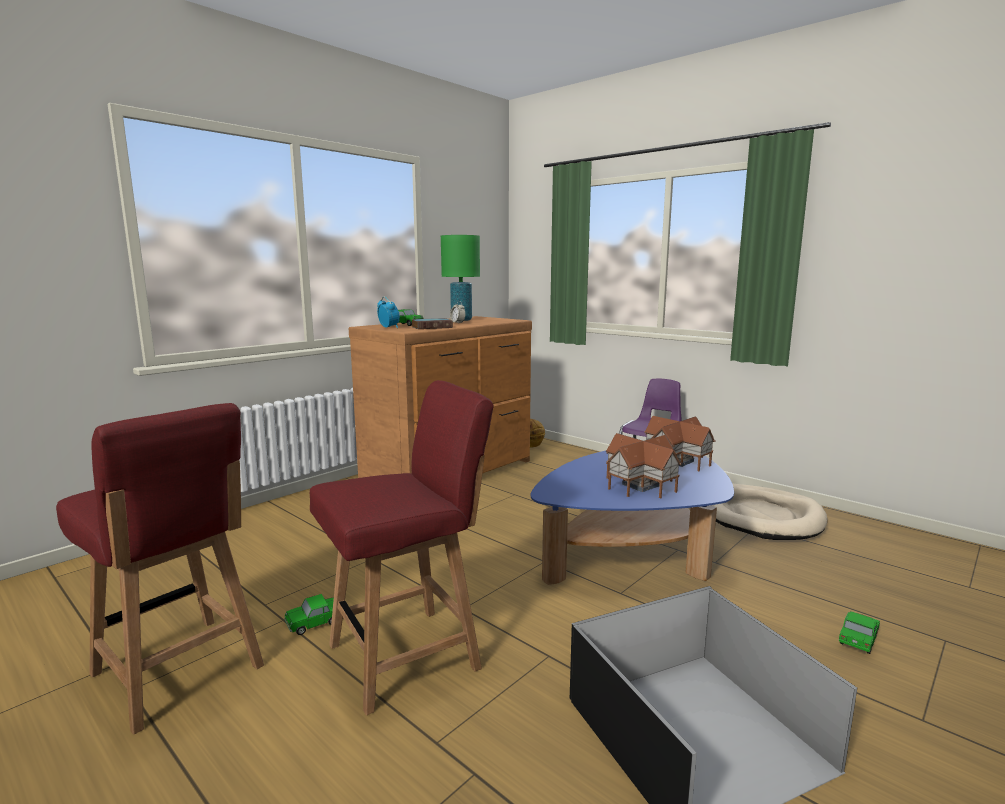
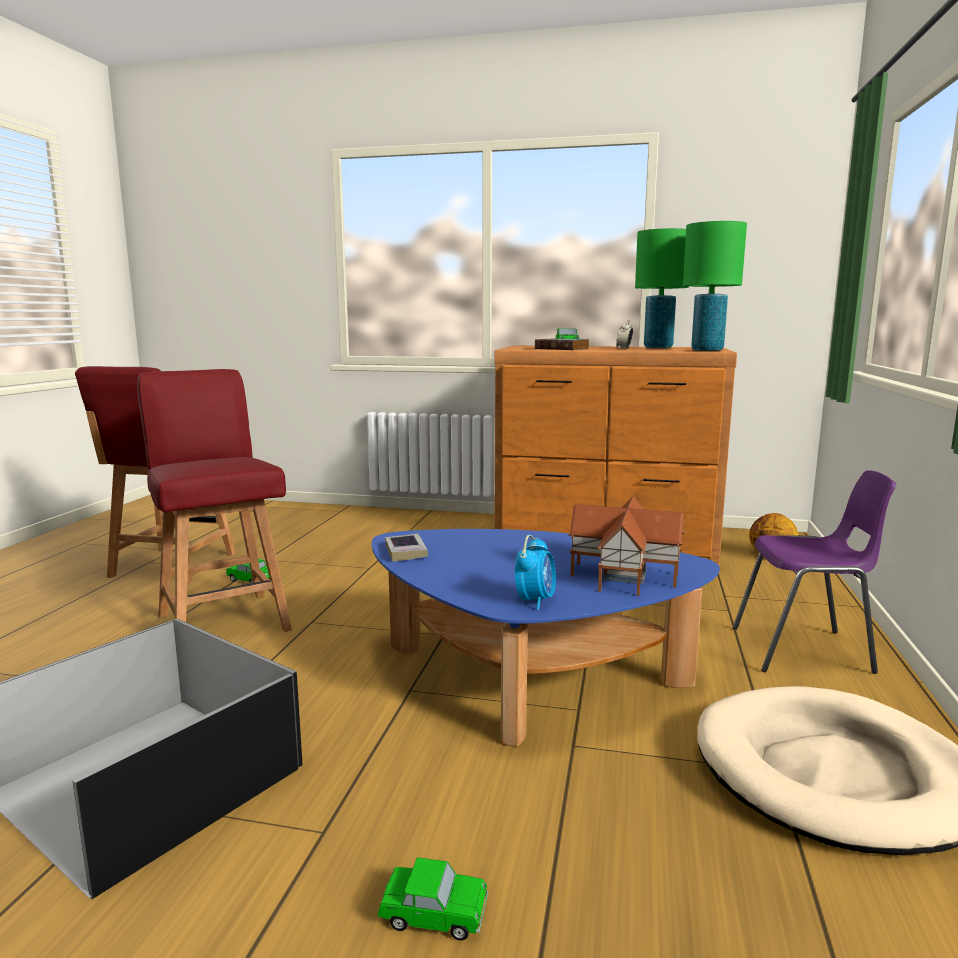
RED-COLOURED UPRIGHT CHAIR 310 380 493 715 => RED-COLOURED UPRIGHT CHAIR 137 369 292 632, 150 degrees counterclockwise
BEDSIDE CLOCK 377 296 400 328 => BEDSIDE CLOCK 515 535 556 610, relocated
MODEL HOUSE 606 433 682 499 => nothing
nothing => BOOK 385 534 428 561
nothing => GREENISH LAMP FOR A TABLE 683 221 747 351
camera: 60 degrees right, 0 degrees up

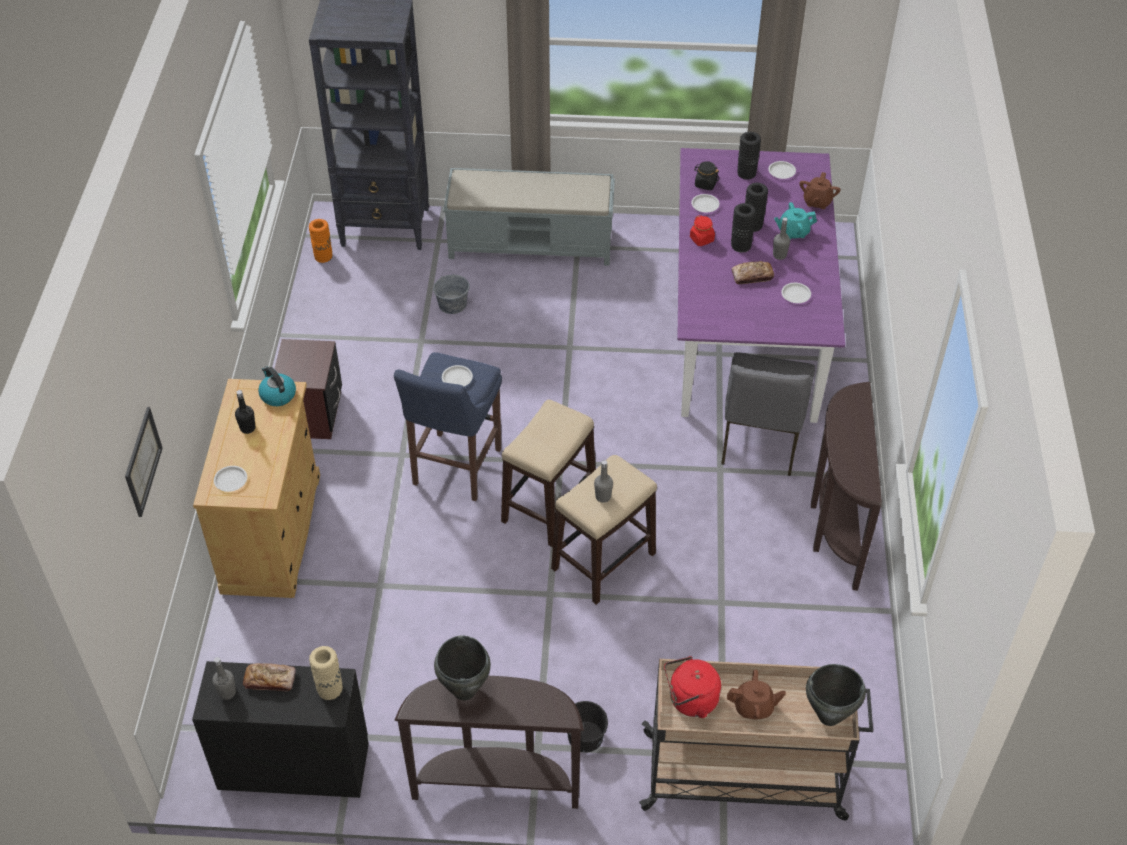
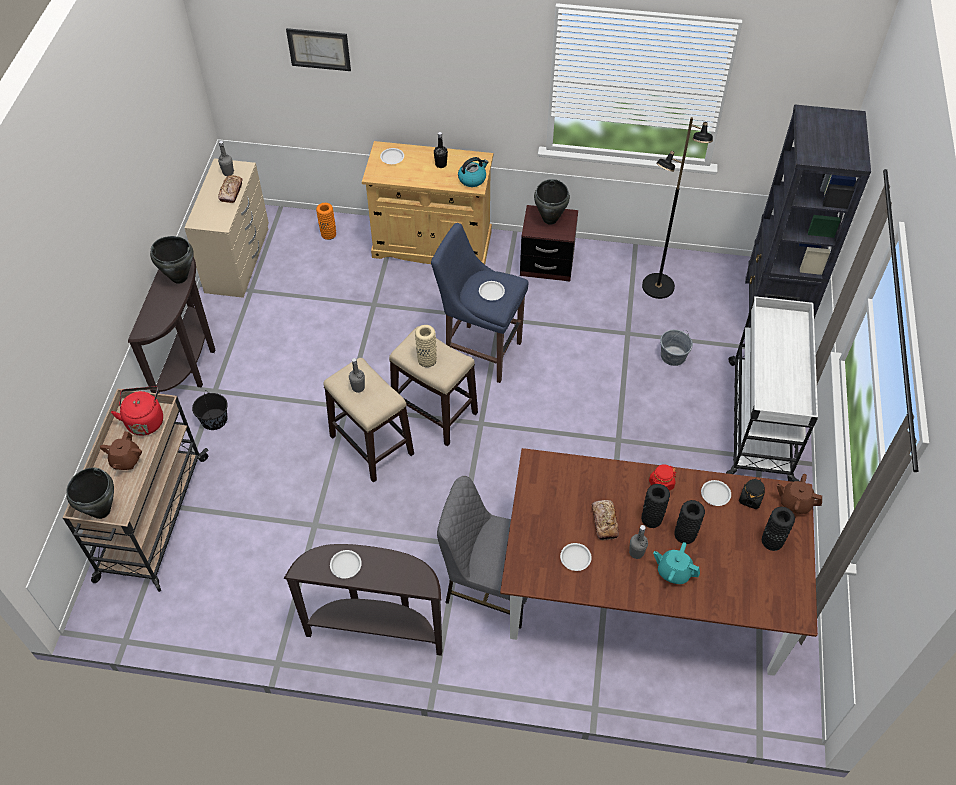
BLACKISH DRAWER CHEST 192 661 369 798 => SAND-COLOURED DRAWER CHEST 184 158 269 298
ORANGEY VASE 309 219 333 263 => ORANGEY VASE 316 203 336 240, relocated
SAND-COLOURED VASE 309 646 343 700 => SAND-COLOURED VASE 415 325 437 367, relocated
GREYISH BENCH 443 168 615 266 => WHITE TROLLEY 726 293 818 482
PURPLE DINNER TABLE 677 148 845 423 => BROWNISH DINNER TABLE 500 448 818 676
WHITE PLATE 768 161 796 179 => WHITE PLATE 330 550 362 578, relocated
TURQUOISE TEAPOT 774 202 817 239 => TURQUOISE TEAPOT 653 542 700 584, 60 degrees counterclockwise
BROWNISH TEAPOT 800 172 841 209 => BROWNISH TEAPOT 777 474 822 514, relocated
nothing => BLACKISH STOCKPOT 534 179 570 225
nothing => BLACKISH FLOOR LAMP 642 117 713 299
camera: 95 degrees right, 5 degrees up

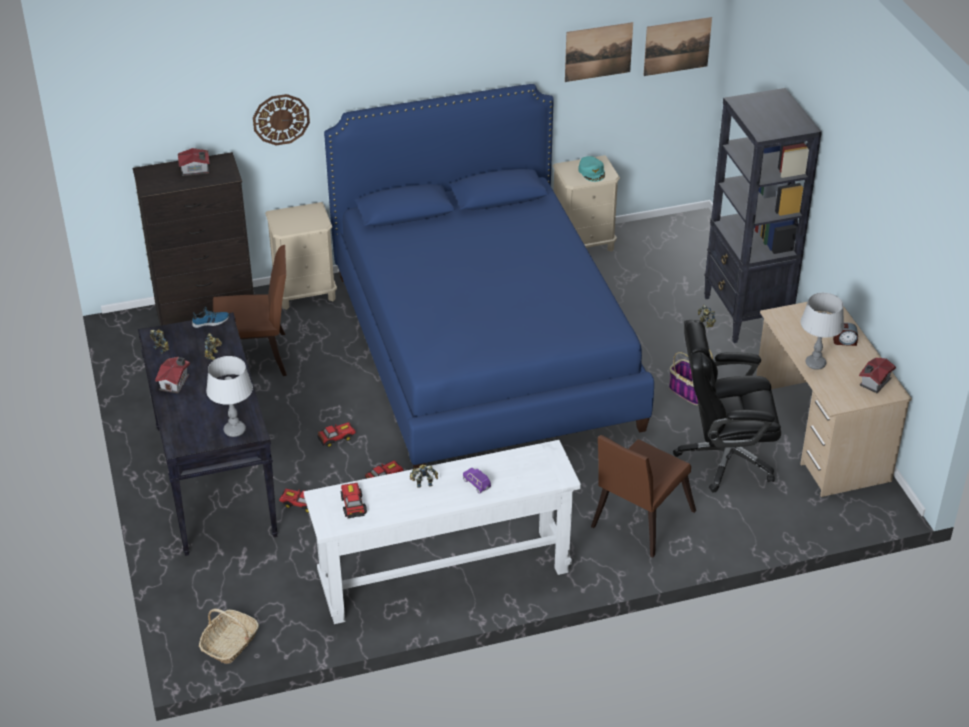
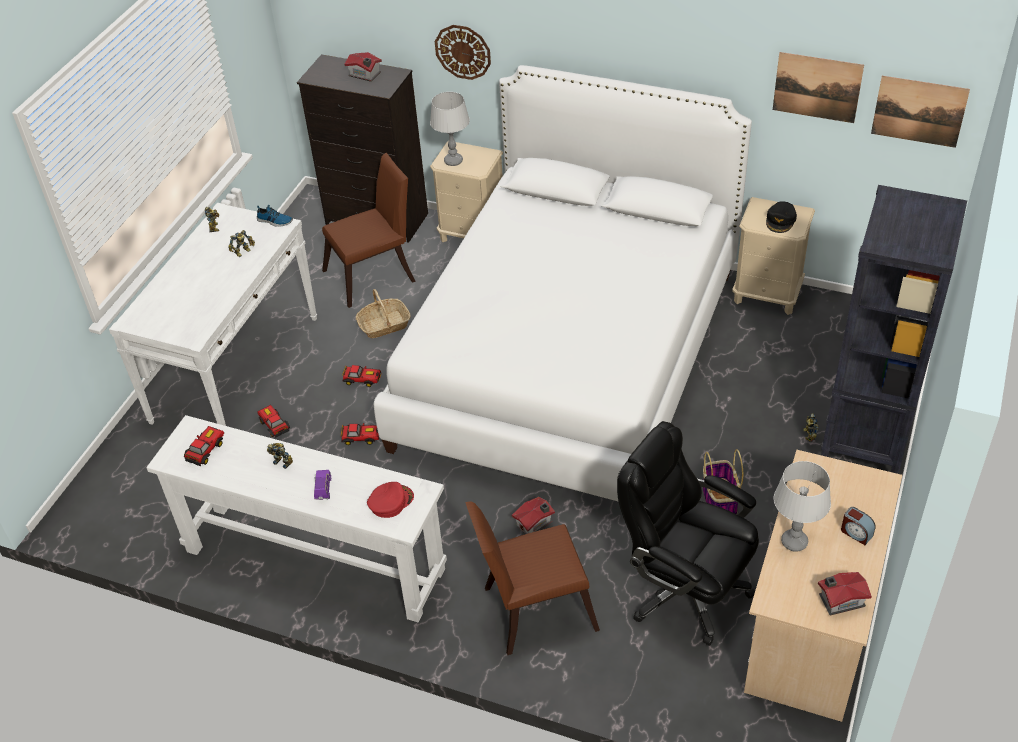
BLACKISH CONSOLE TABLE 138 312 278 556 => WHITE CONSOLE TABLE 109 203 317 426
MODEL HOUSE 155 357 190 394 => MODEL HOUSE 512 497 555 534, relocated
STORAGE BASKET 199 609 259 664 => STORAGE BASKET 356 289 411 338, relocated
GREYISH LAMP FOR A TABLE 206 356 253 437 => GREYISH LAMP FOR A TABLE 430 92 470 166, relocated
BROWNISH UPRIGHT CHAIR 213 245 287 376 => BROWNISH UPRIGHT CHAIR 322 153 416 308, 60 degrees counterclockwise
BLUE BEDROOM BED 324 84 654 469 => WHITE BEDROOM BED 374 65 752 502
TURQUOISE CAP 578 156 605 182 => BLACKISH CAP 766 201 797 233
nothing => RED-COLOURED CAP 367 482 414 518
camera: 40 degrees right, 5 degrees up

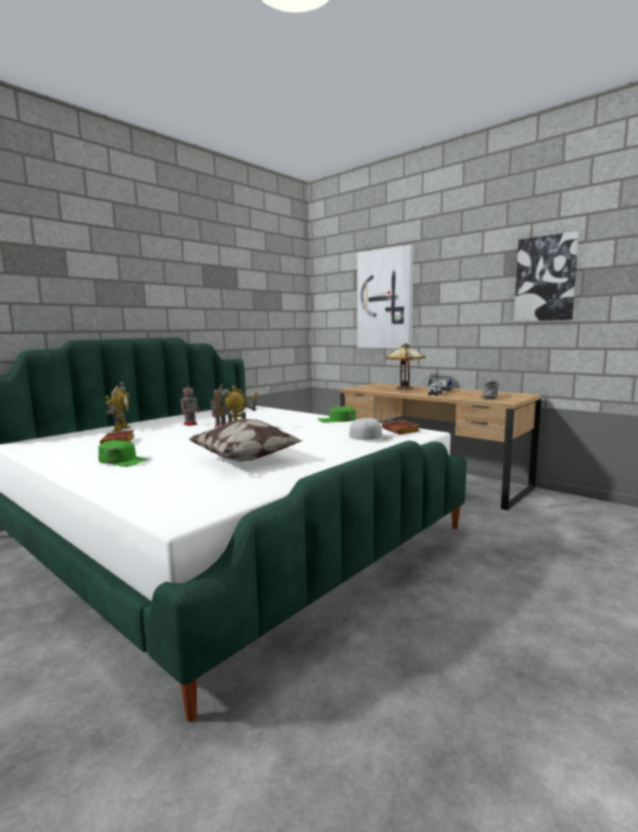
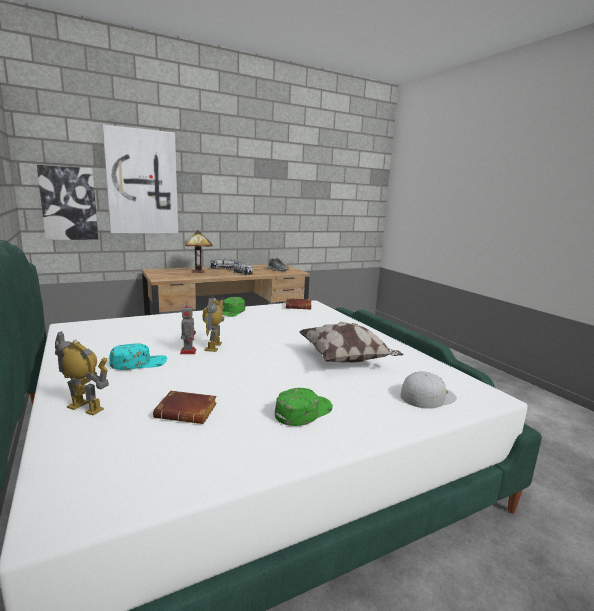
TOY ROBOT 181 386 200 426 => TURQUOISE CAP 109 343 167 370
WHITE CAP 349 418 393 442 => WHITE CAP 400 371 457 409, relocated
WALL ART 514 231 579 321 => WALL ART 37 165 98 240, relocated
camera: 70 degrees left, 5 degrees up

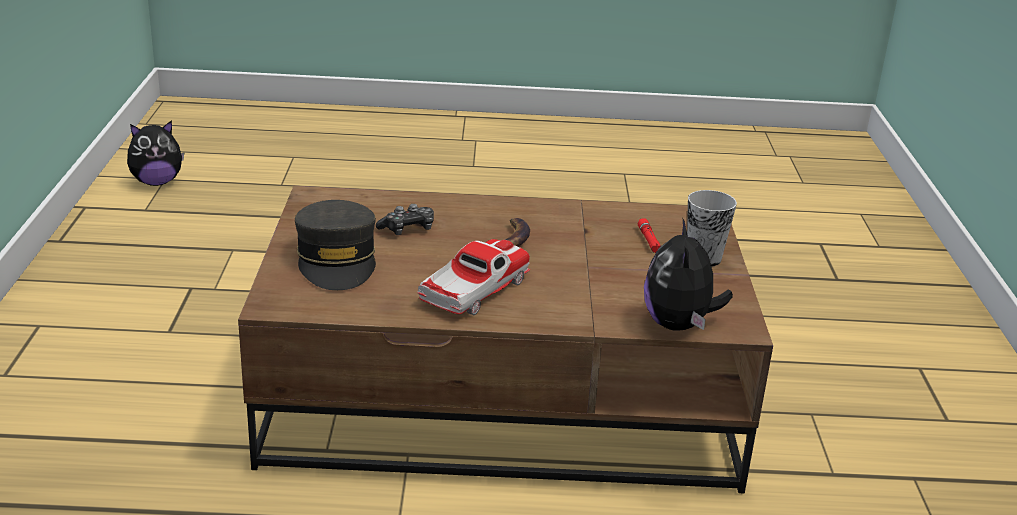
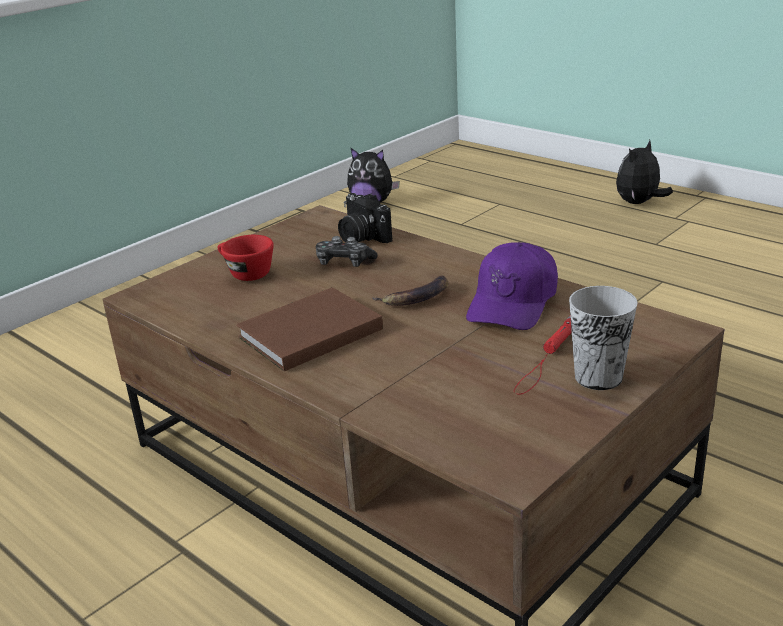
GREYISH CAP 295 200 376 290 => RED-COLOURED DRINKING CUP 218 235 274 281
MODEL CAR 417 239 530 315 => BROWNISH BOOK 236 287 383 371
SOFT TOY 644 219 733 331 => SOFT TOY 616 140 673 204, relocated
nothing => PHOTO CAMERA 338 193 392 243
nothing => PURPLE CAP 466 242 558 330
camera: 45 degrees right, 0 degrees up

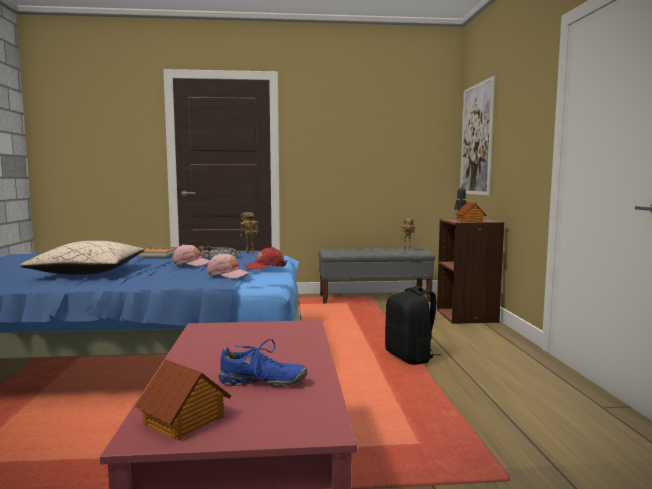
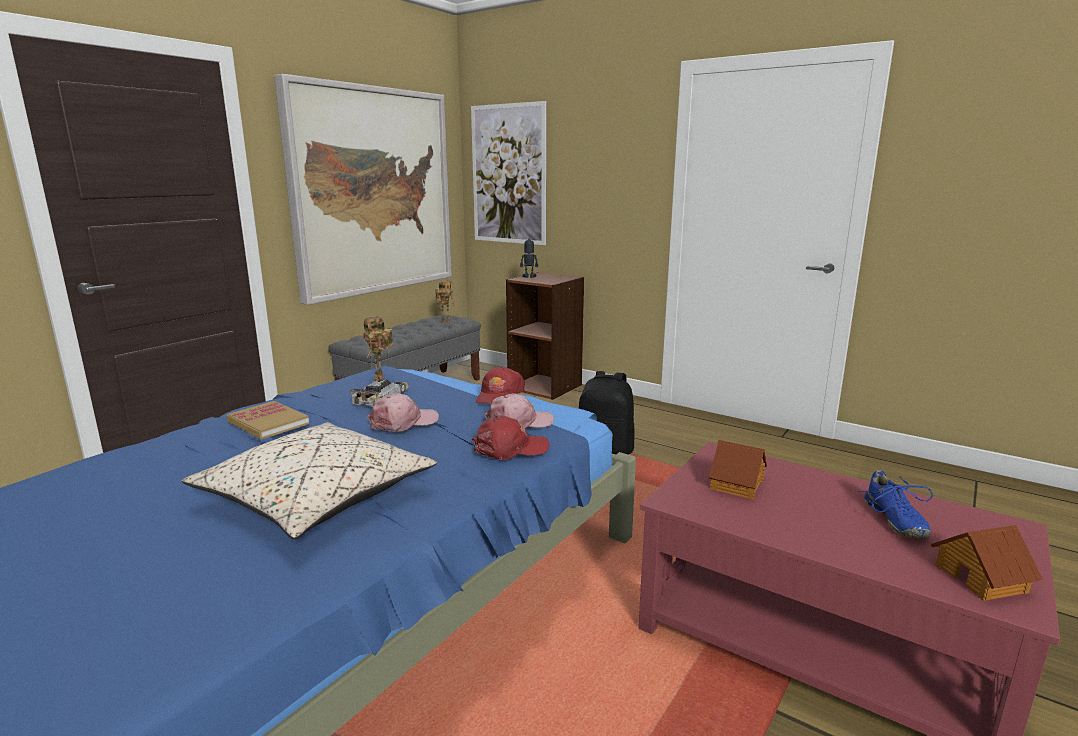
BLUE ITEM OF FOOTWEAR 218 339 307 387 => BLUE ITEM OF FOOTWEAR 859 470 933 538, 135 degrees clockwise
MODEL HOUSE 455 202 486 222 => MODEL HOUSE 709 440 767 500, relocated
nothing => WALL ART 274 74 452 305
nothing => RED-COLOURED CAP 472 416 549 460
camera: 50 degrees left, 10 degrees up

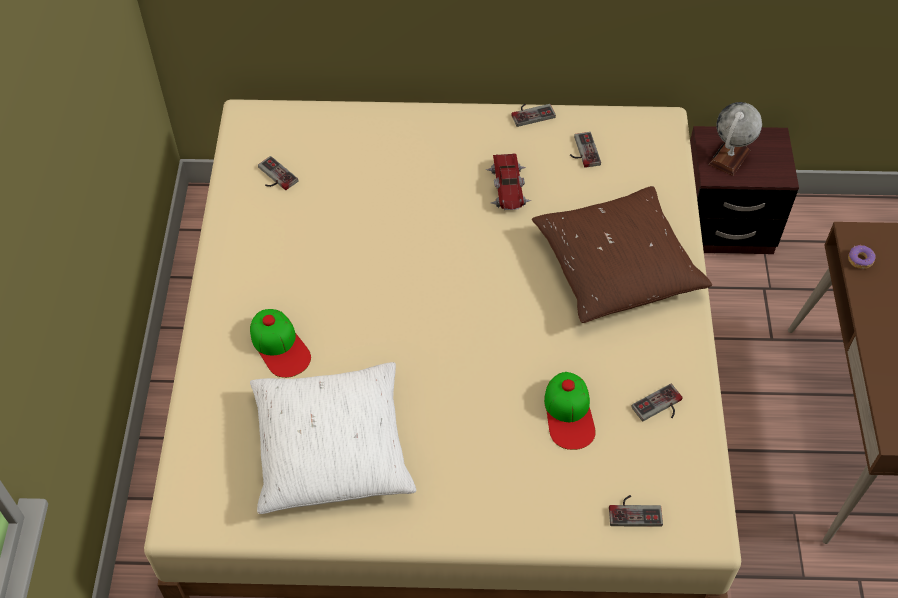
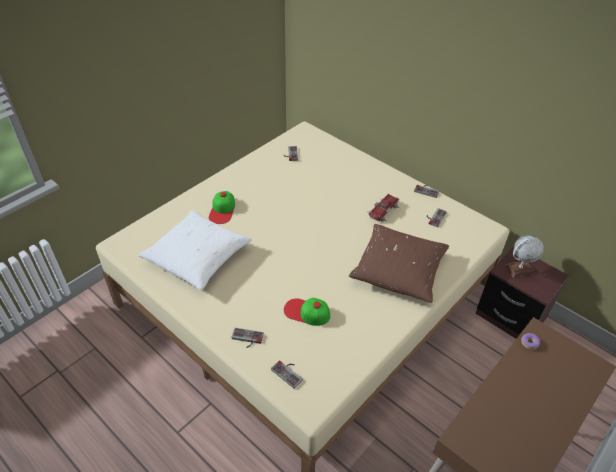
CAP 544 372 595 450 => CAP 284 298 330 326, 75 degrees clockwise
JOYPAD 631 384 683 421 => JOYPAD 231 328 264 348, relocated
camera: 40 degrees right, 10 degrees down

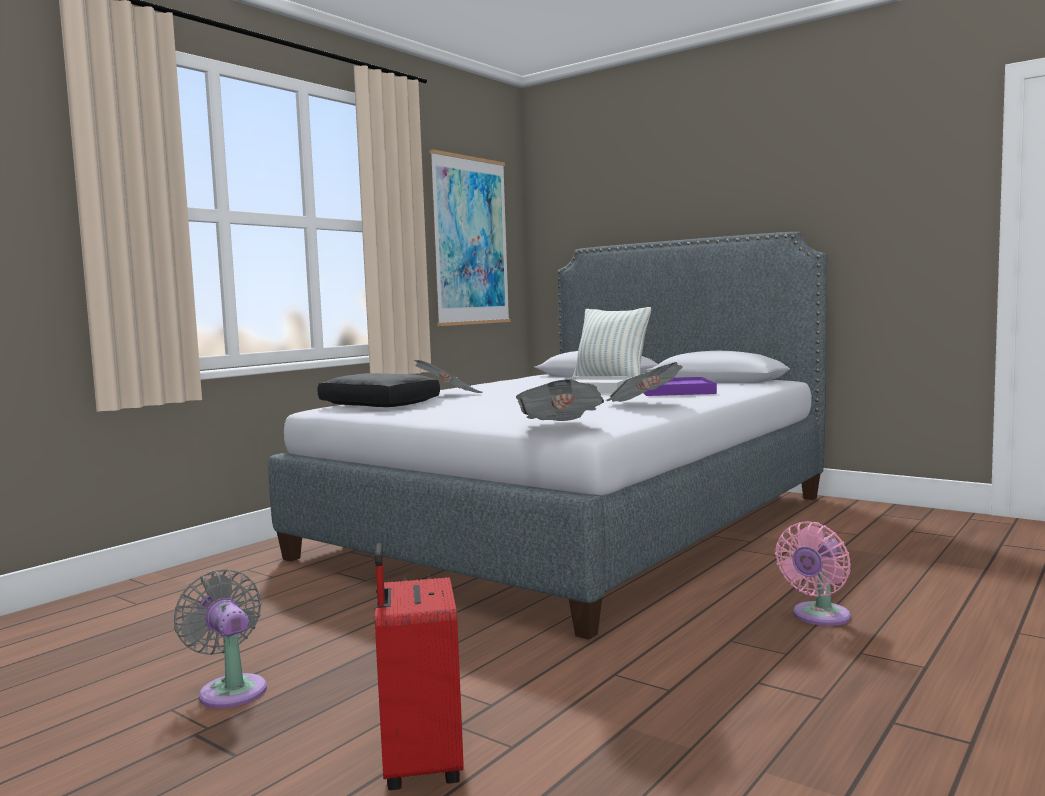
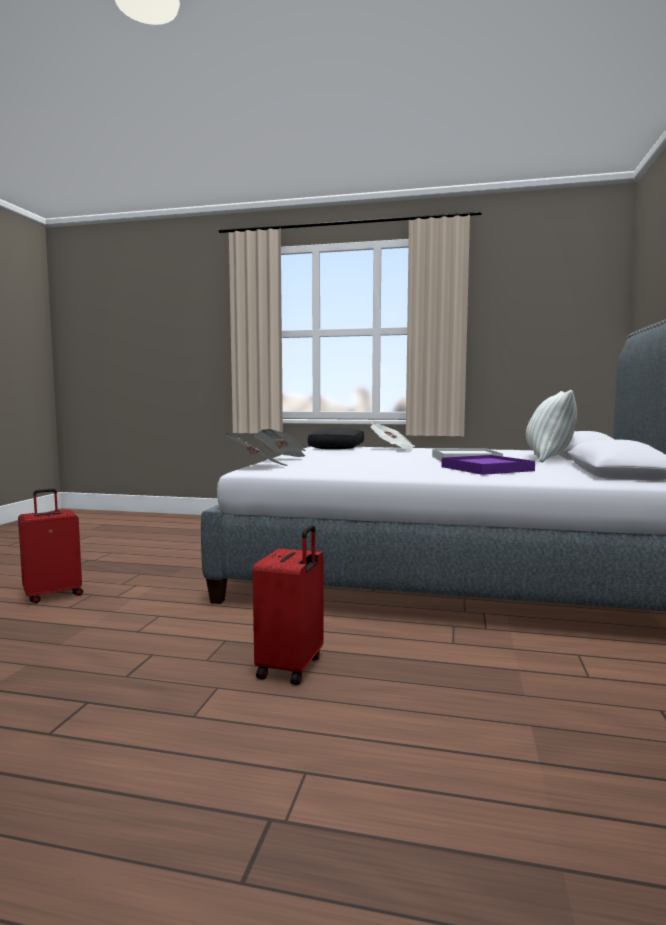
GREYISH FAN 174 569 267 708 => nothing
WALL ART 430 149 510 326 => nothing
DAILY PAPER 606 362 683 402 => DAILY PAPER 253 429 306 457, relocated
PINK-COLOURED FAN 775 521 851 626 => RED-COLOURED SUITCASE 253 525 324 685
camera: 65 degrees right, 0 degrees up

